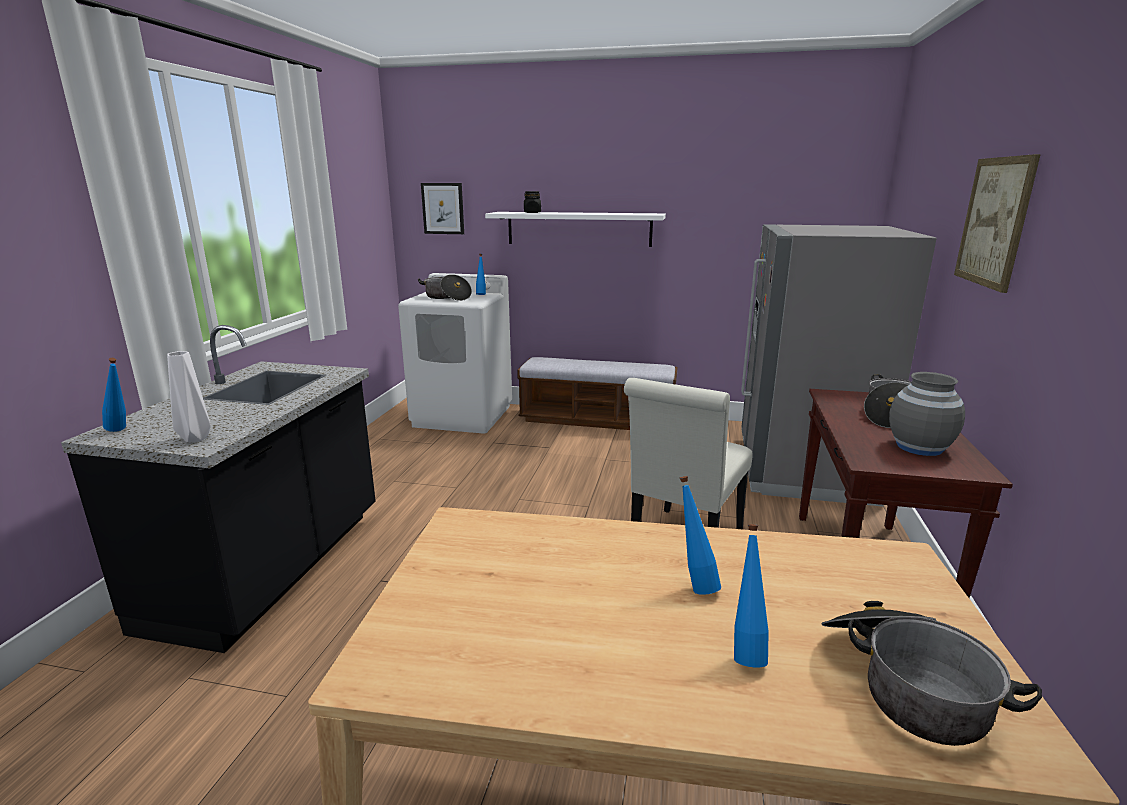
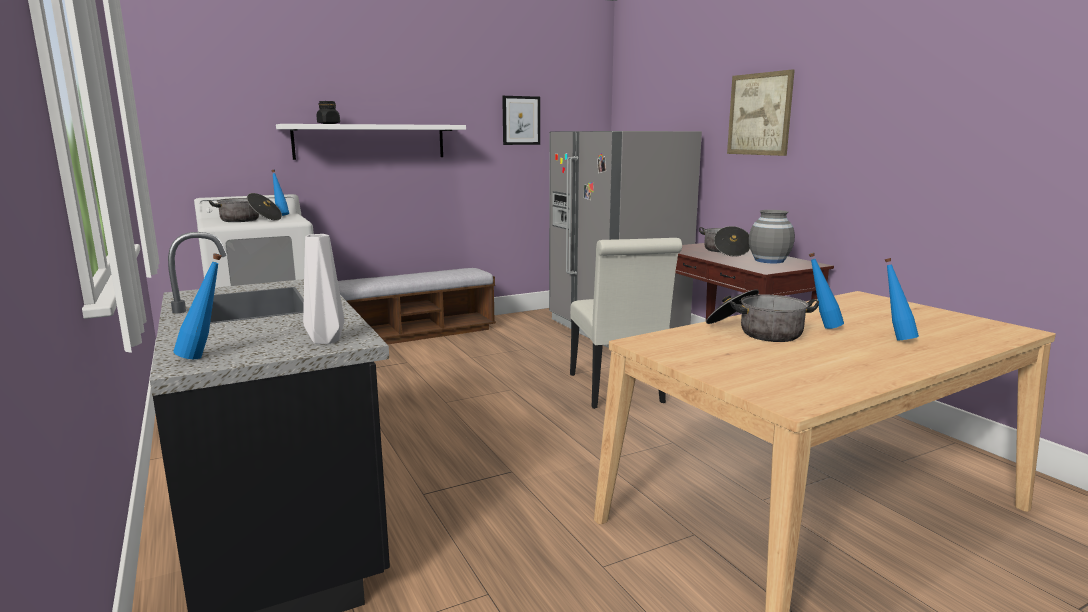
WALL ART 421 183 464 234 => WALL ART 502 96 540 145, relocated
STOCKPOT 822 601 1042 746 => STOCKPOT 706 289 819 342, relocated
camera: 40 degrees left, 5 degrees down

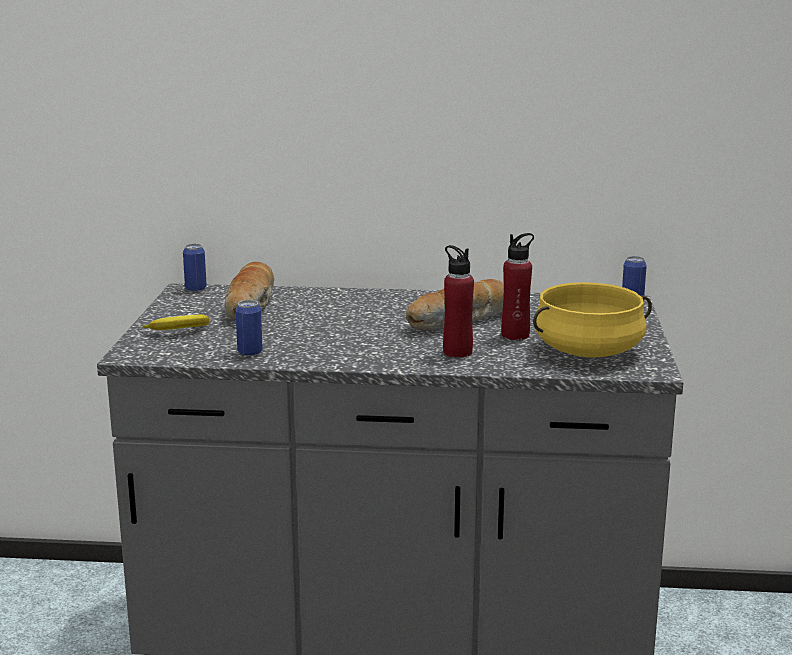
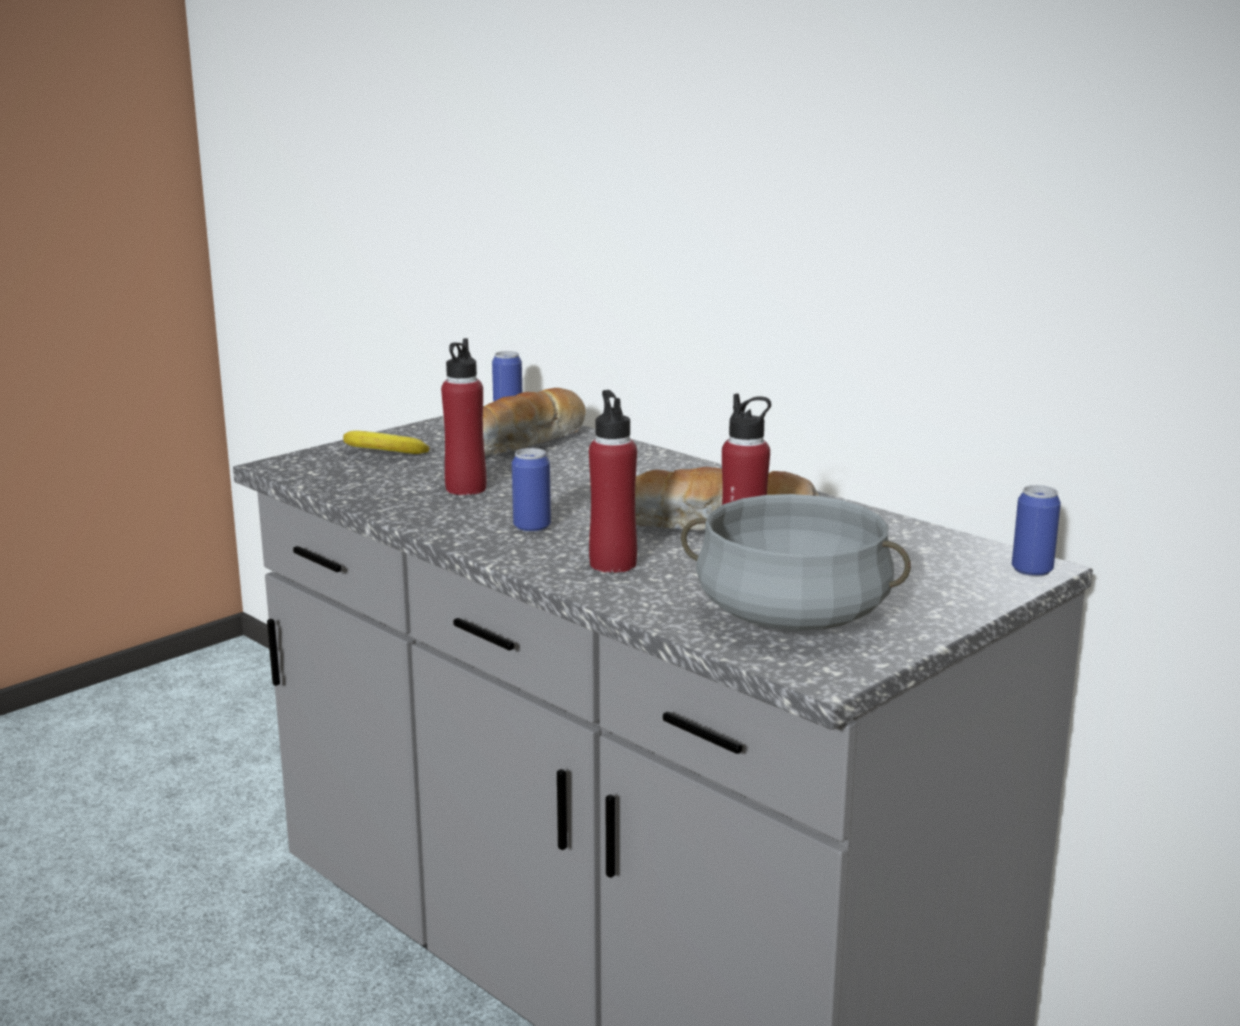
METAL CAN 236 300 263 356 => METAL CAN 512 448 551 532, relocated
YELLOW-COLOURED STOCKPOT 533 282 652 358 => GREYISH STOCKPOT 681 494 911 631
nothing => RED-COLOURED BOTTLE 441 338 486 495
camera: 40 degrees right, 0 degrees up

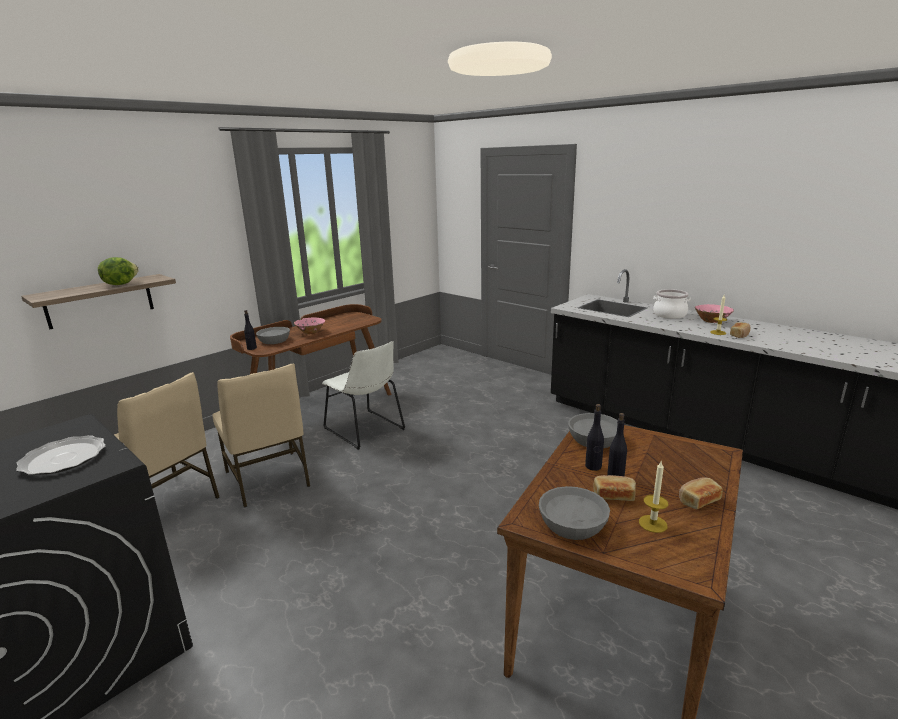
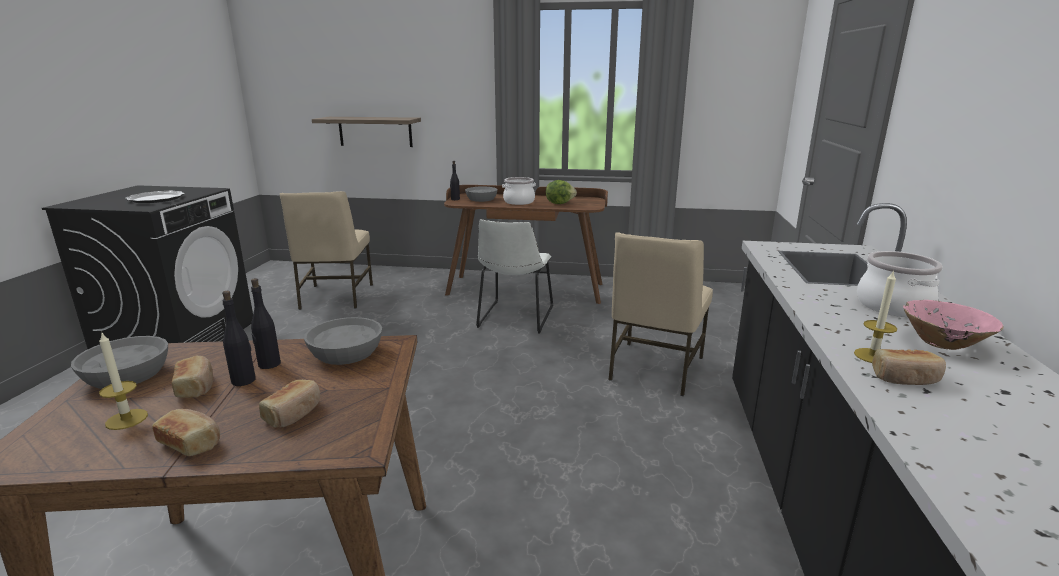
HEAD OF LETTUCE 98 257 139 285 => HEAD OF LETTUCE 546 180 577 204, relocated
SAND-COLOURED UPRIGHT CHAIR 212 363 310 508 => SAND-COLOURED UPRIGHT CHAIR 608 232 713 396, relocated
PINK-COLOURED SERVING BOWL 294 317 325 334 => STOCKPOT 502 177 536 205
nothing => BAKERY BREAD 259 380 320 428
camera: 55 degrees right, 0 degrees up

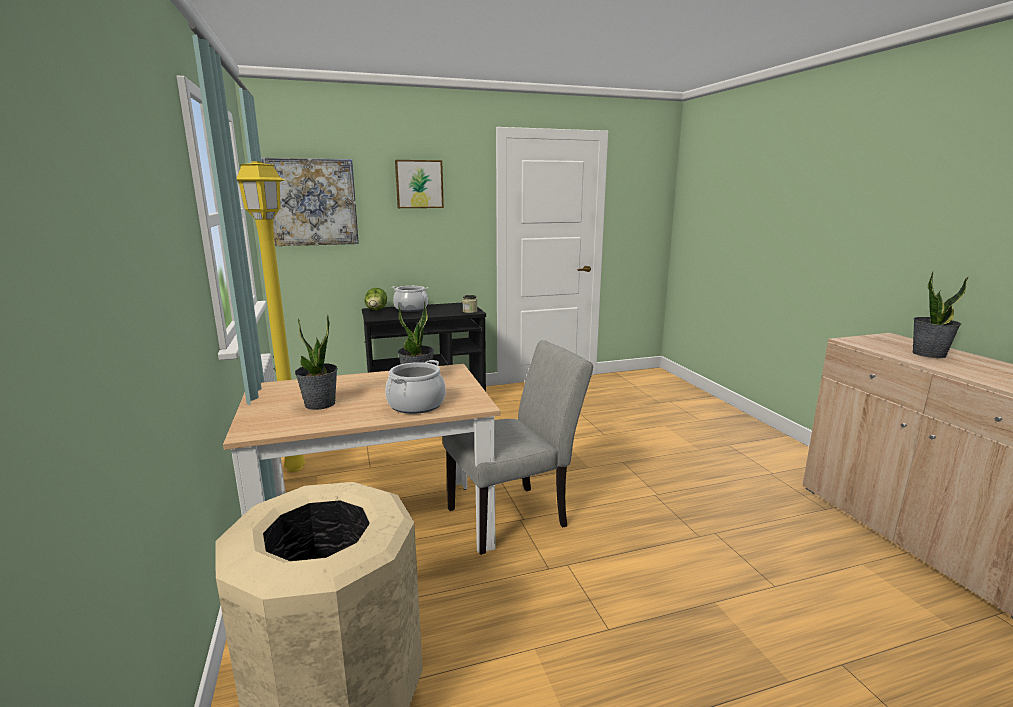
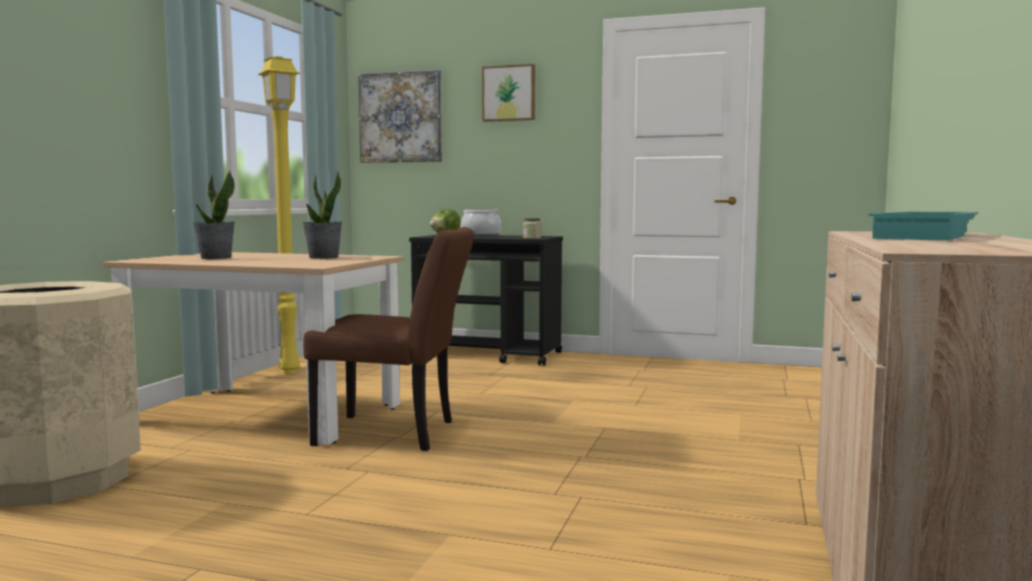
STOCKPOT 385 360 446 414 => nothing
GREYISH UPRIGHT CHAIR 443 340 593 555 => BROWNISH UPRIGHT CHAIR 303 227 474 451
HOUSEPLANT 913 272 969 358 => TURQUOISE TRAY 869 212 978 241
camera: 35 degrees right, 10 degrees down

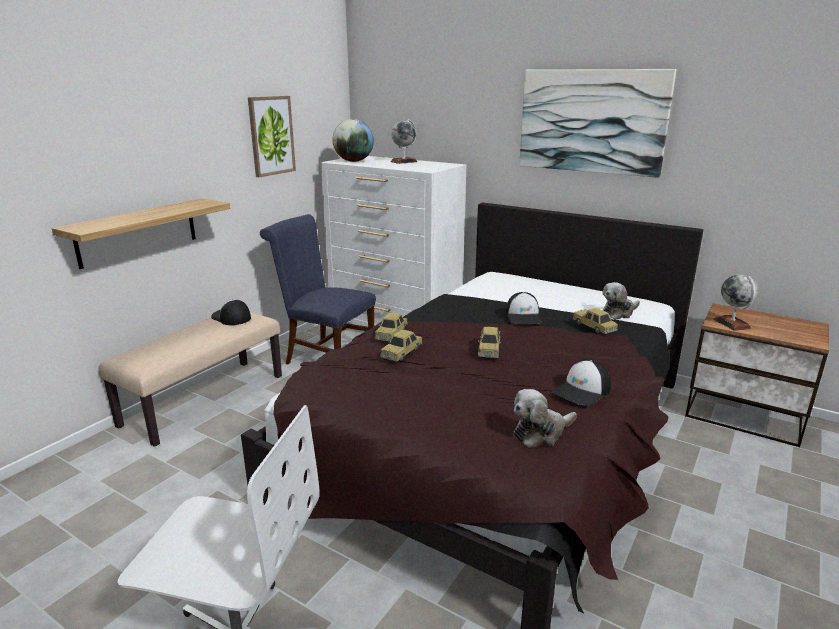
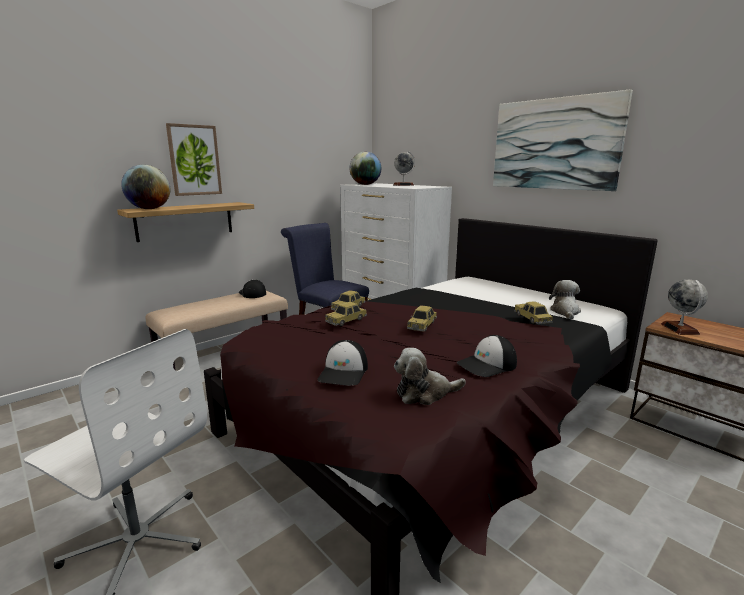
WALL ART 248 96 296 177 => WALL ART 166 123 222 196, relocated
CAP 505 292 543 324 => CAP 317 340 368 386, relocated
SOFT TOY 603 282 640 320 => SOFT TOY 549 280 581 319, 120 degrees clockwise
nothing => DESK GLOBE 121 165 170 209
camera: 15 degrees right, 5 degrees down

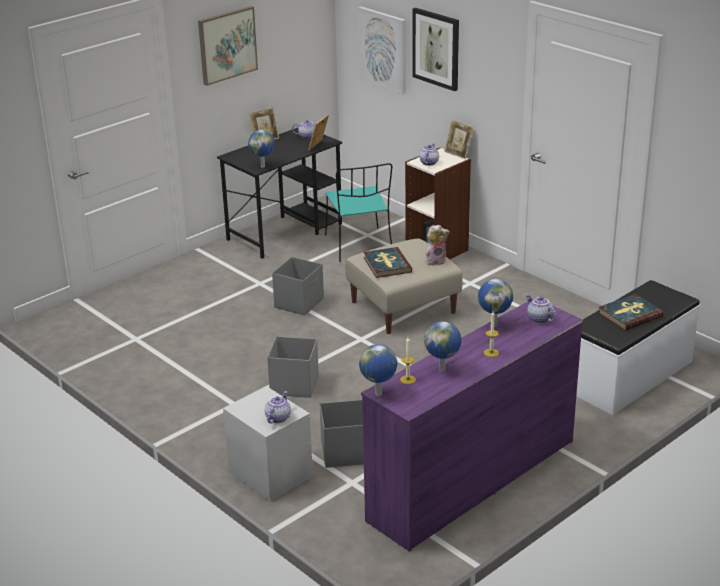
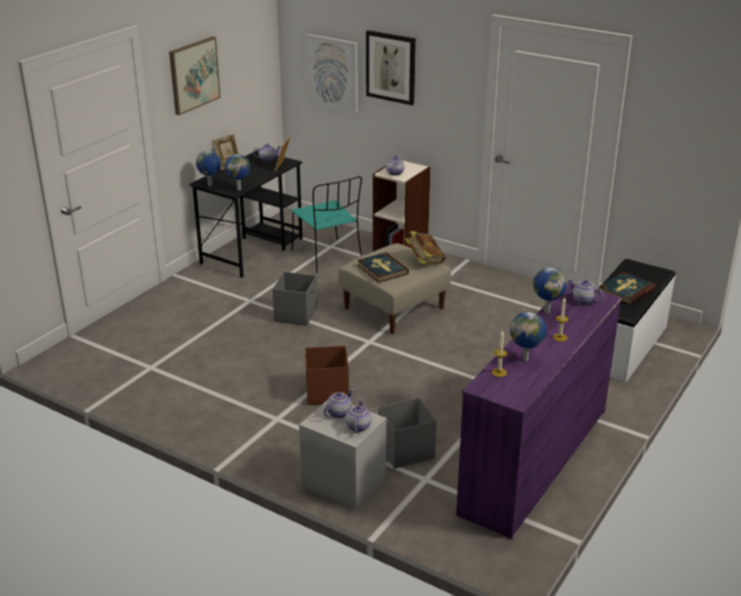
GREYISH STORAGE BIN 267 336 319 398 => BROWNISH STORAGE BIN 305 346 349 405
DESK GLOBE 359 344 397 396 => DESK GLOBE 196 150 221 186, relocated
SOFT TOY 426 225 450 266 => BOOK 405 231 446 264
STANDING FRAME 444 120 474 159 => nothing
nothing => TEAPOT 324 389 354 418
camera: 15 degrees left, 0 degrees up

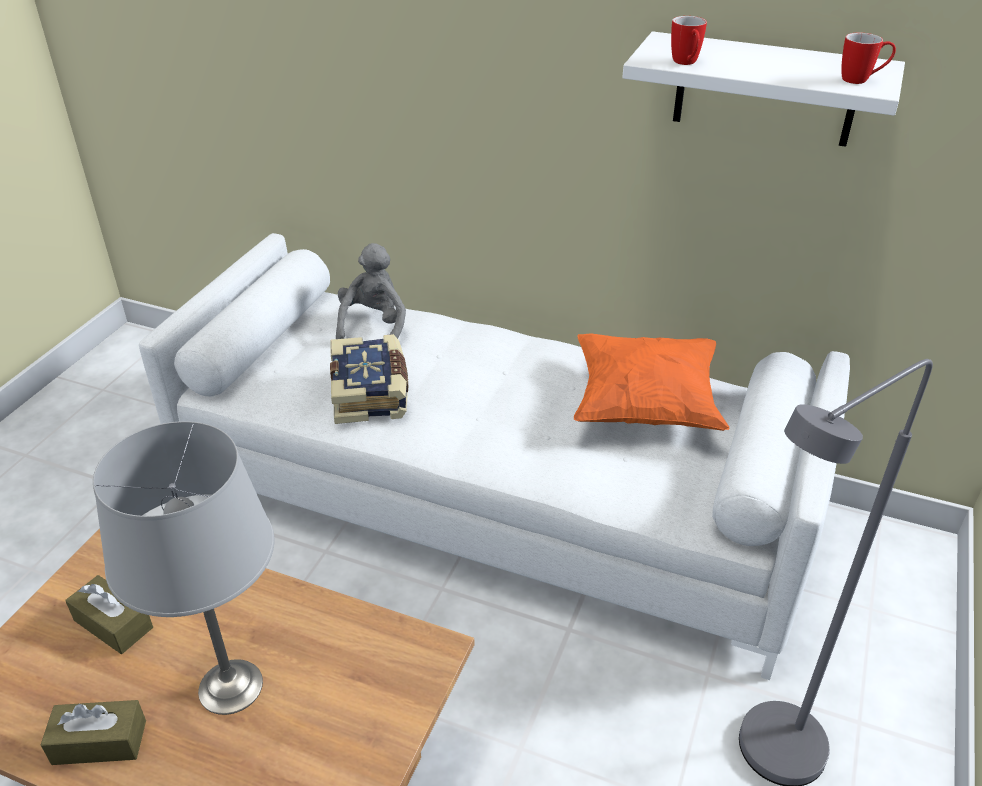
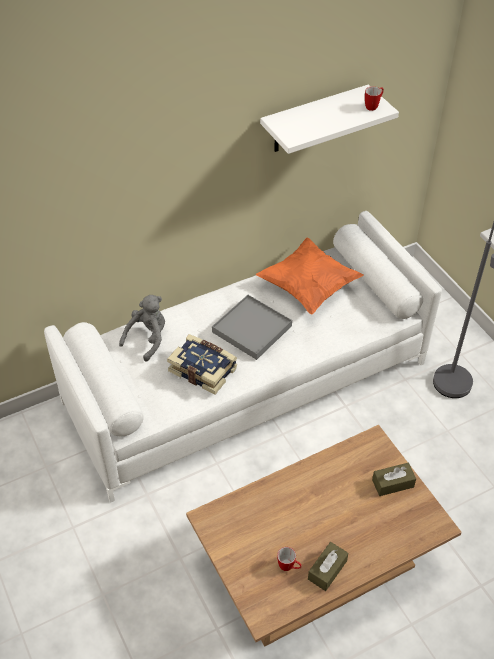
BROWNISH TISSUE HOLDER 65 575 153 654 => BROWNISH TISSUE HOLDER 372 463 416 496, relocated
GREYISH LAMP FOR A TABLE 93 421 274 715 => nothing
GREYISH SOFT TOY 336 243 406 339 => GREYISH SOFT TOY 119 295 165 362, 75 degrees clockwise
MUG 671 16 707 65 => MUG 277 547 302 571, relocated
nothing => GREYISH TRAY 212 295 292 360
camera: 50 degrees left, 10 degrees up

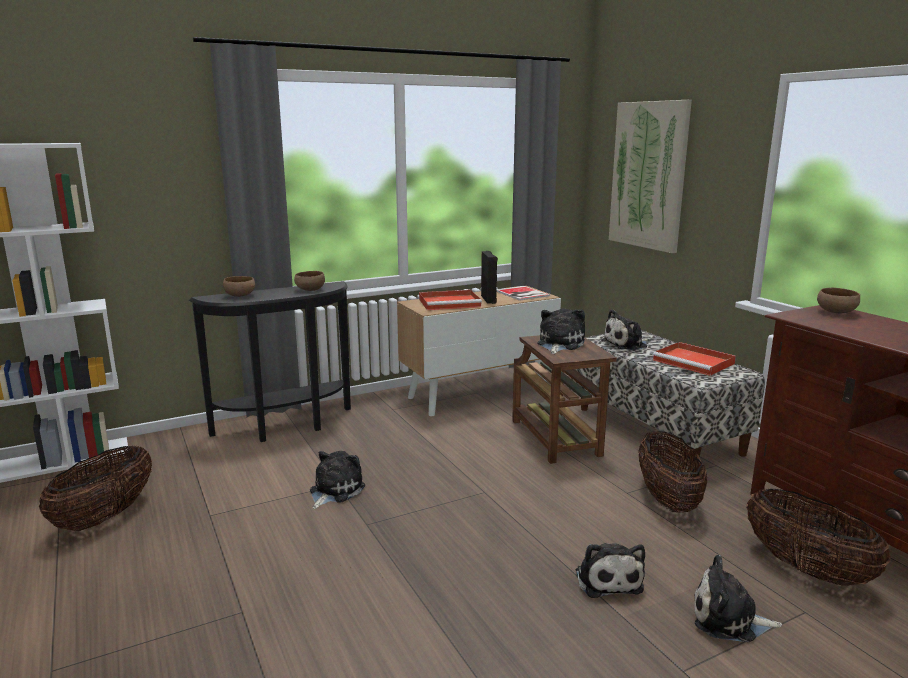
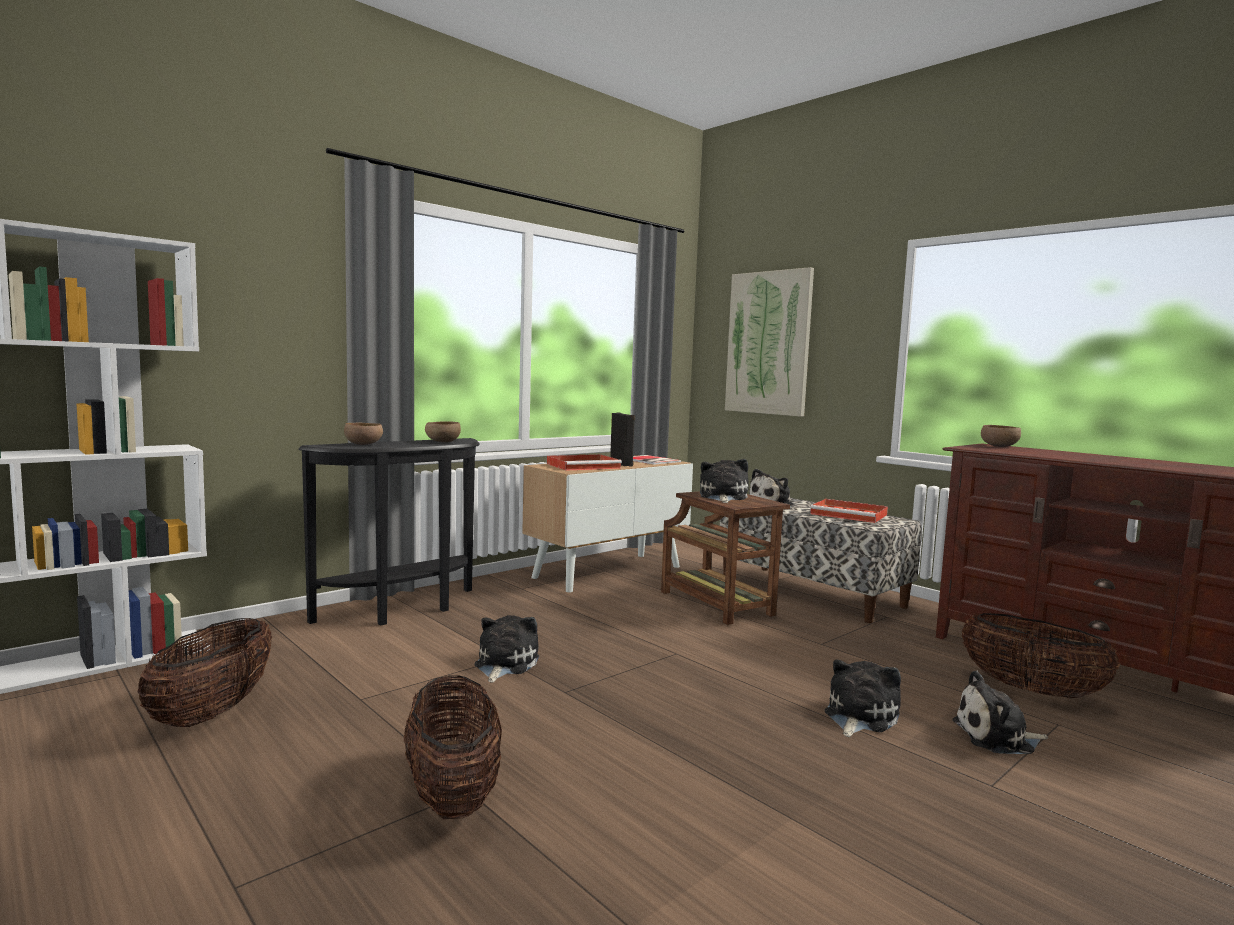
SOFT TOY 575 543 645 598 => SOFT TOY 825 660 901 737, 120 degrees counterclockwise
STORAGE BASKET 638 431 707 513 => STORAGE BASKET 404 675 502 819, relocated
camera: 15 degrees left, 10 degrees down

